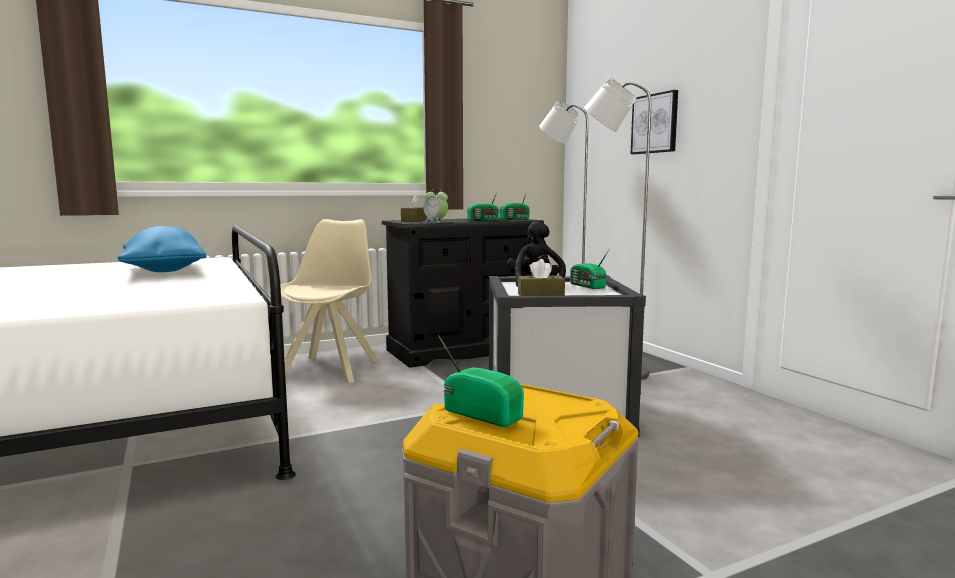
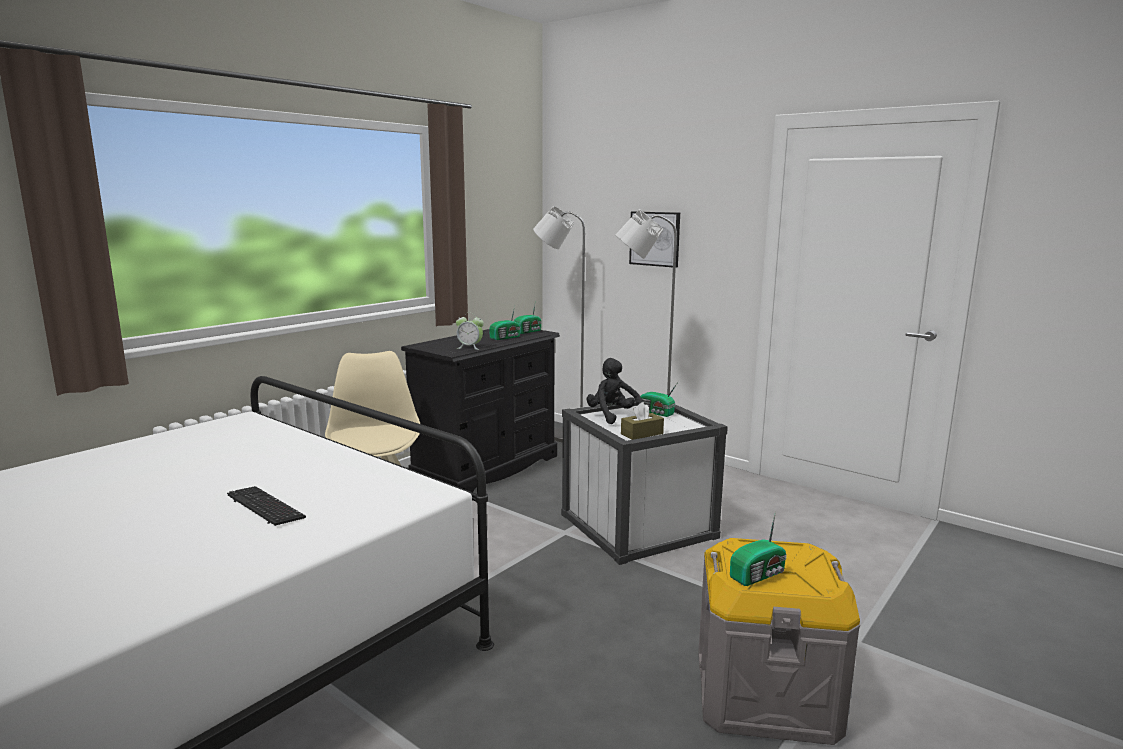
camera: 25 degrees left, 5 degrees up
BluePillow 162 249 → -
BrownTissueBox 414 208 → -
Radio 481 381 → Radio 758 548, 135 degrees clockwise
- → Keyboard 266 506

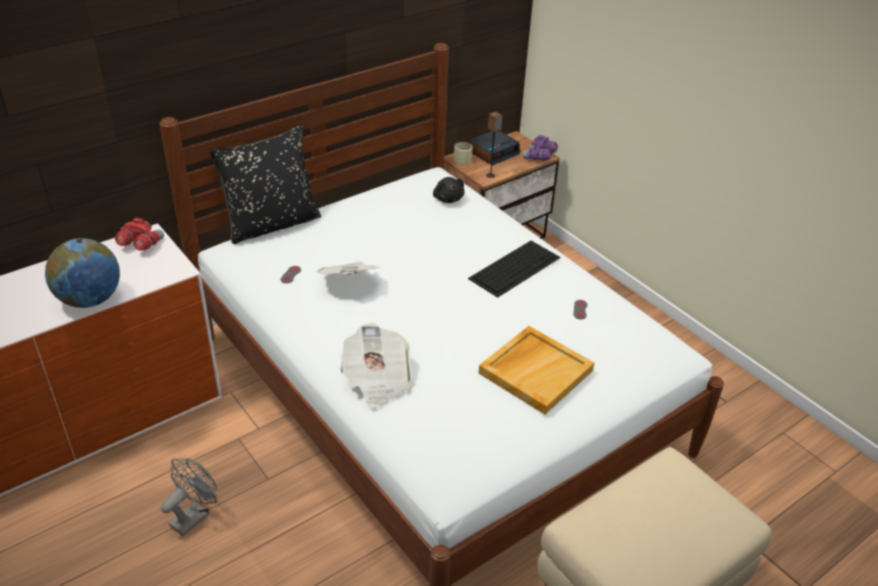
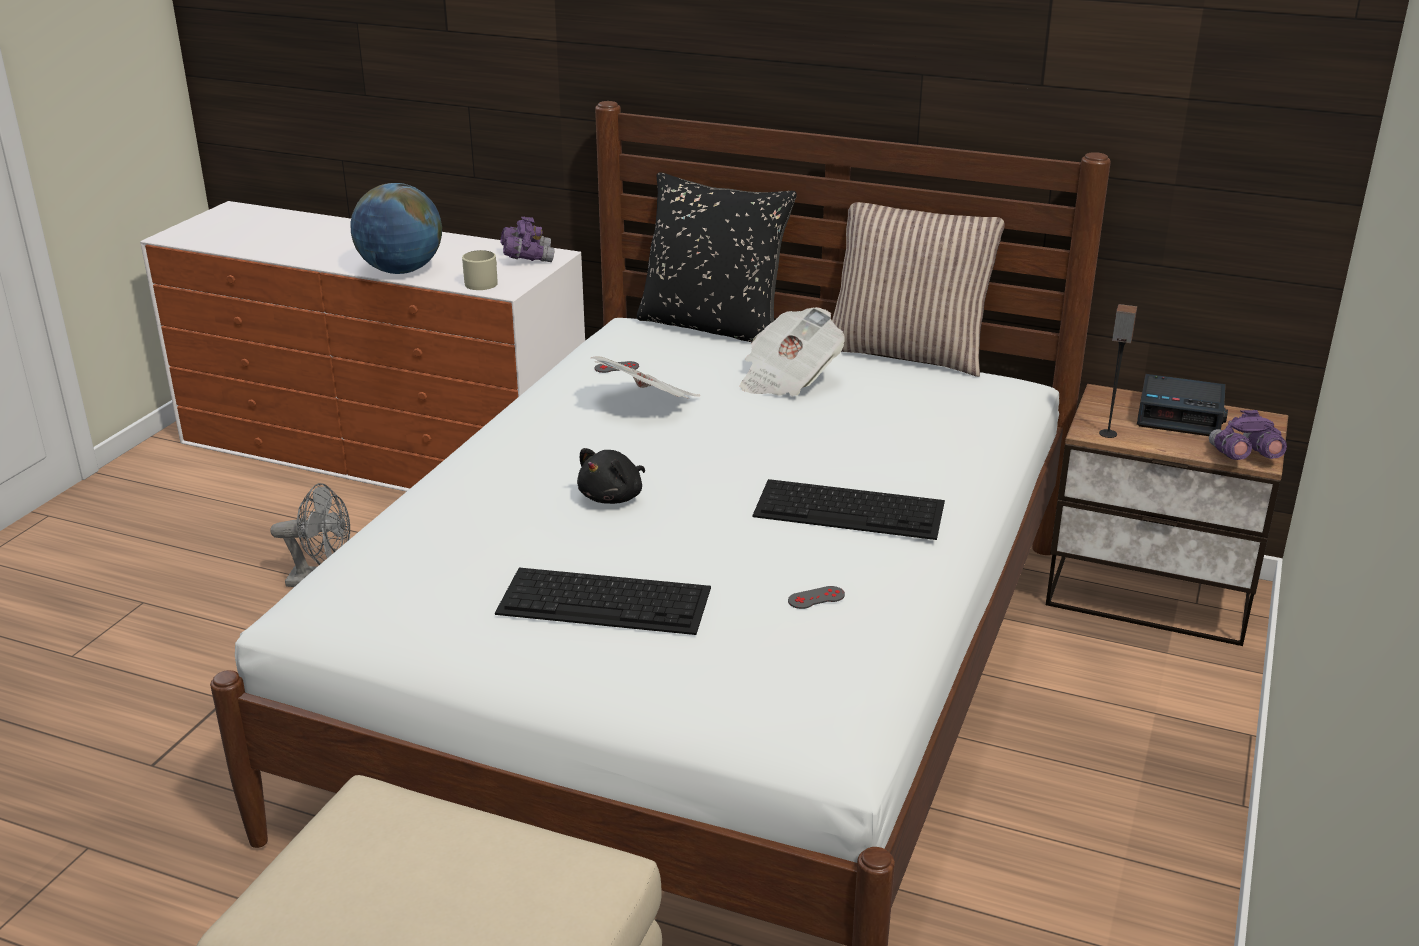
camera: 60 degrees right, 10 degrees down
RedBinoculars 139 234 → PurpleBinoculars 528 239
Newspaper 376 366 → Newspaper 792 351, relocated
BlackPlushToy 448 190 → BlackPlushToy 611 476, relocated
BeigeMug 463 153 → BeigeMug 480 270, relocated
BeigeTray 536 370 → Keyboard 603 601
- → Pillow 918 289

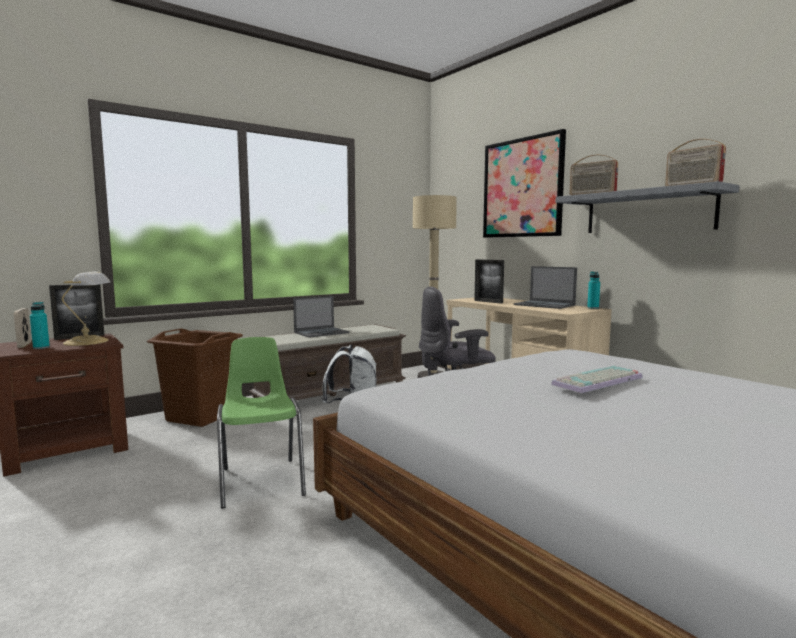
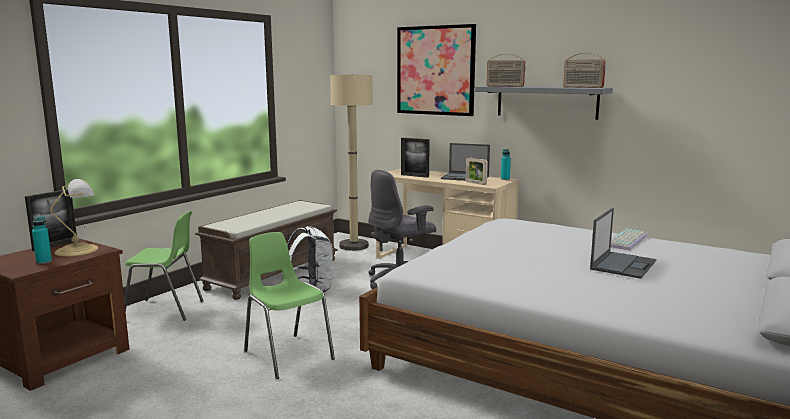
camera: 20 degrees left, 5 degrees up
PictureFrame 22 328 → PictureFrame 477 171, relocated
BrownLaundryBasket 195 377 → GreenChair 163 266
Laptop 321 317 → Laptop 623 243, relocated
Keyboard 597 379 → Keyboard 629 239, relocated

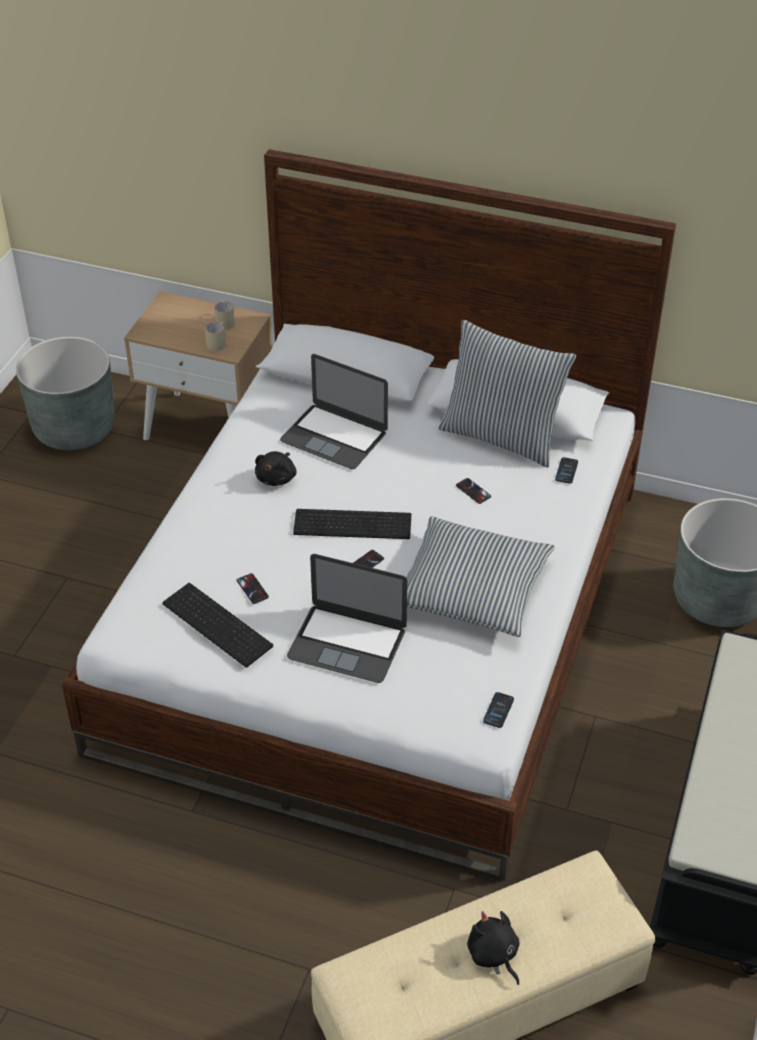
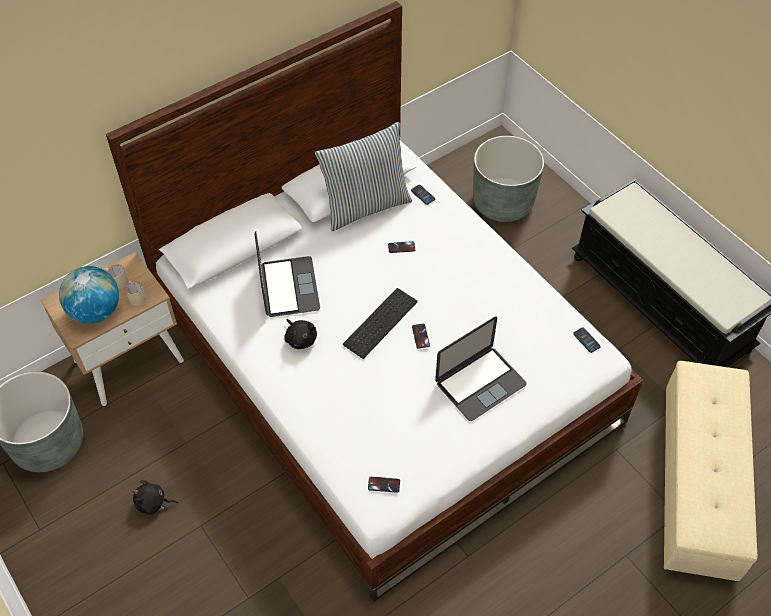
camera: 55 degrees left, 10 degrees up
Keyboard 217 625 → -
Phone 253 588 → Phone 384 485, relocated
Laptop 334 411 → Laptop 287 274, 75 degrees counterclockwise
Pillow 480 576 → -
BlackPlushToy 493 948 → BlackPlushToy 155 497, relocated
- → Globe 89 295

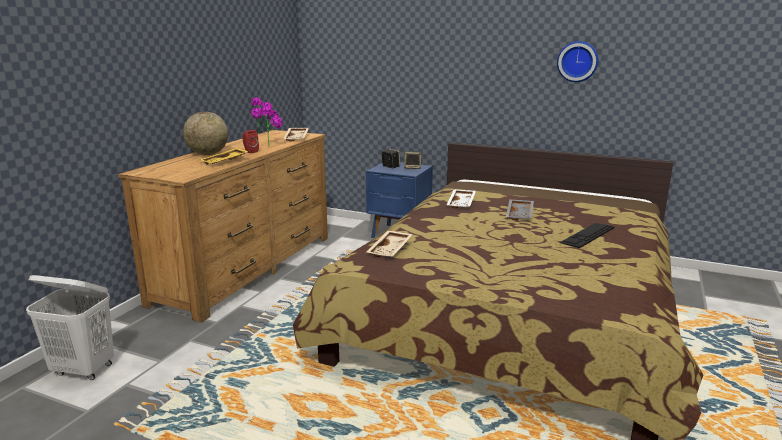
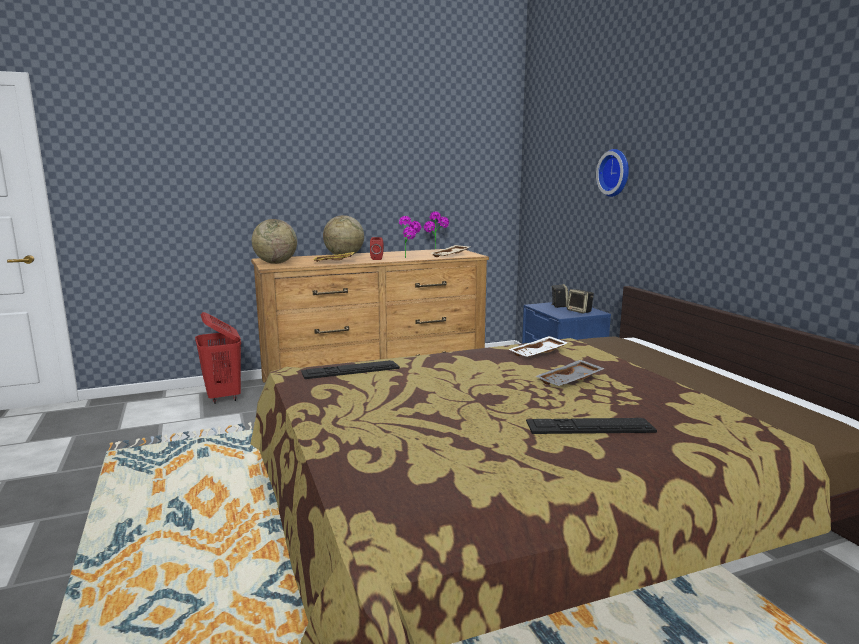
camera: 45 degrees right, 5 degrees down
WhiteLaundryBasket 70 327 → -
BeigeTray 389 243 → Keyboard 350 369
WallClock 577 61 → WallClock 612 173, relocated
- → RedLaundryBasket 218 358
- → Globe 274 241

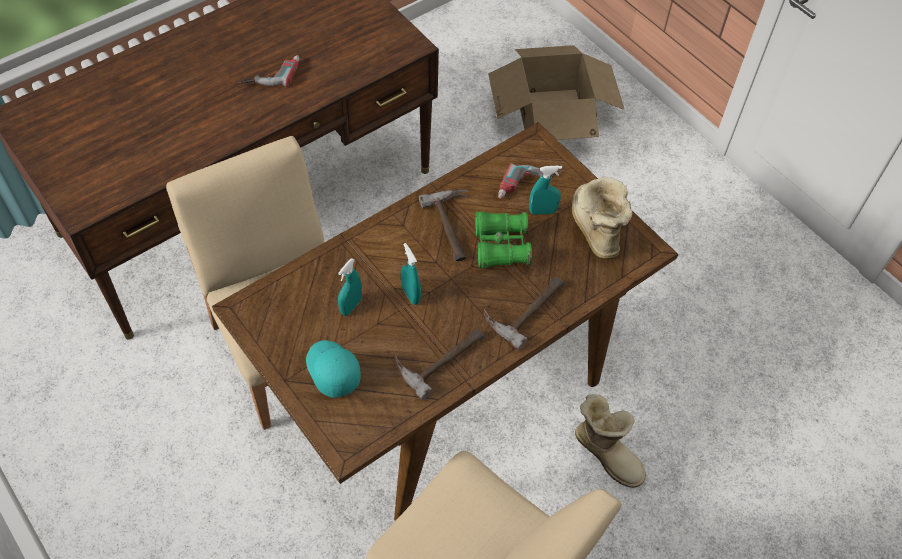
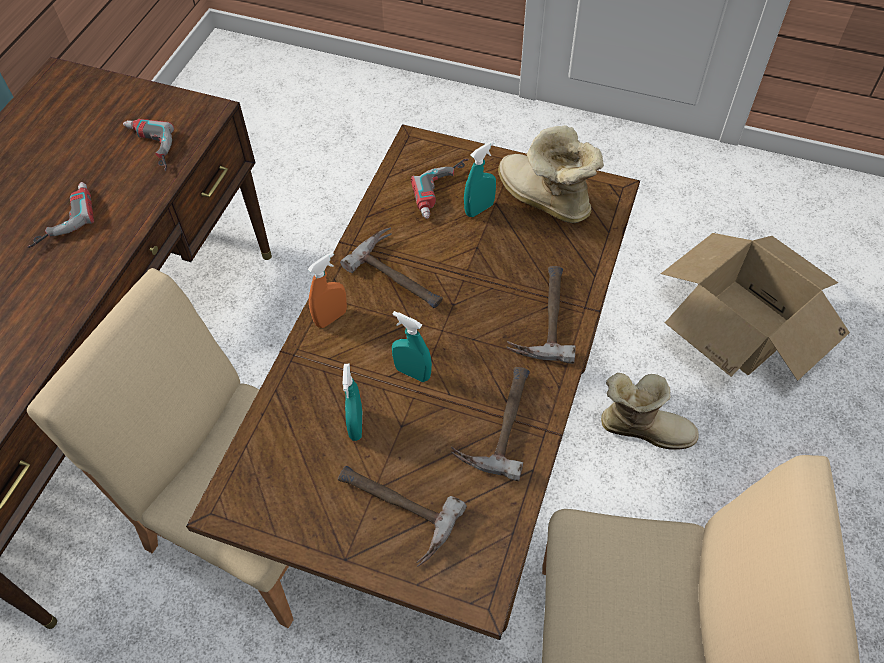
camera: 30 degrees left, 0 degrees up
TurquoiseCap 333 369 → Hammer 402 516
GreenBinoculars 503 239 → -
CardboardBox 556 92 → CardboardBox 755 307, relocated
- → PowerDrill 148 145
- → OrangeSprayBottle 327 290

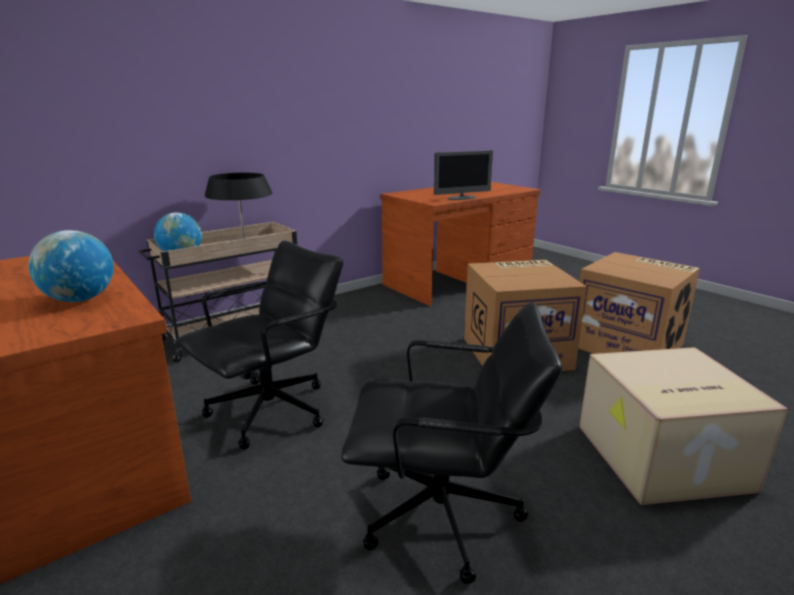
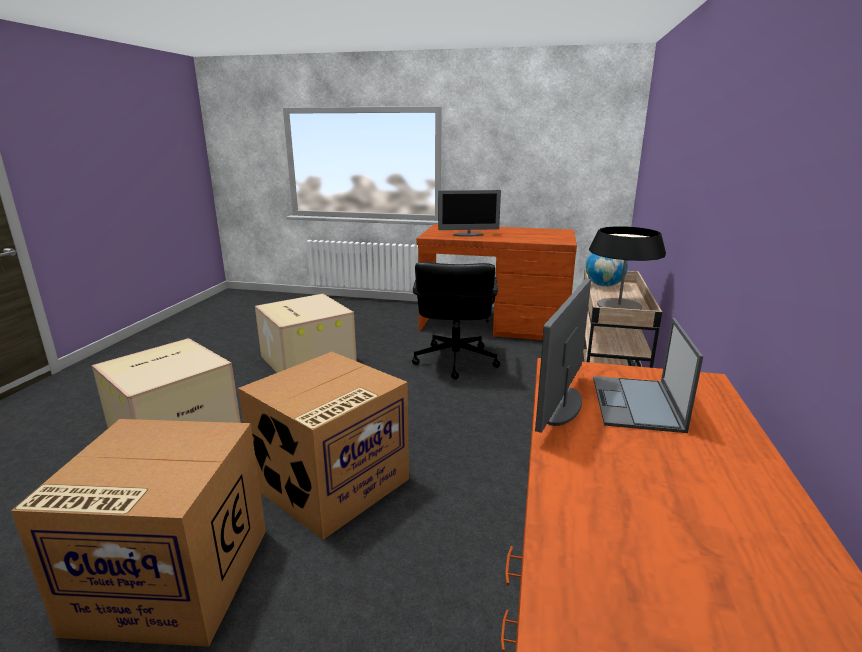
camera: 140 degrees right, 0 degrees up
Globe 71 266 → Monitor 469 213
BlackOfficeChair 451 443 → CardboardBox 306 333
- → Laptop 648 375

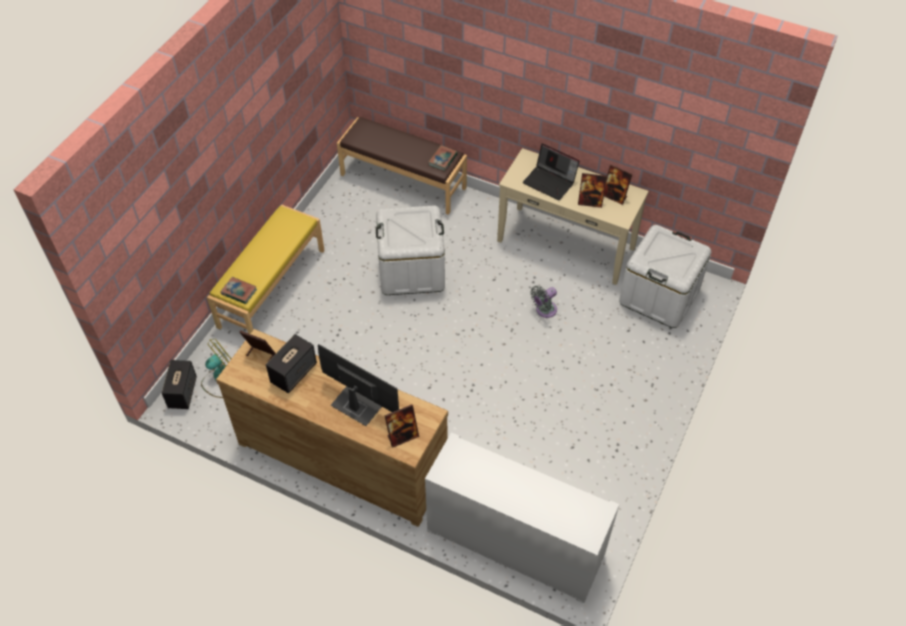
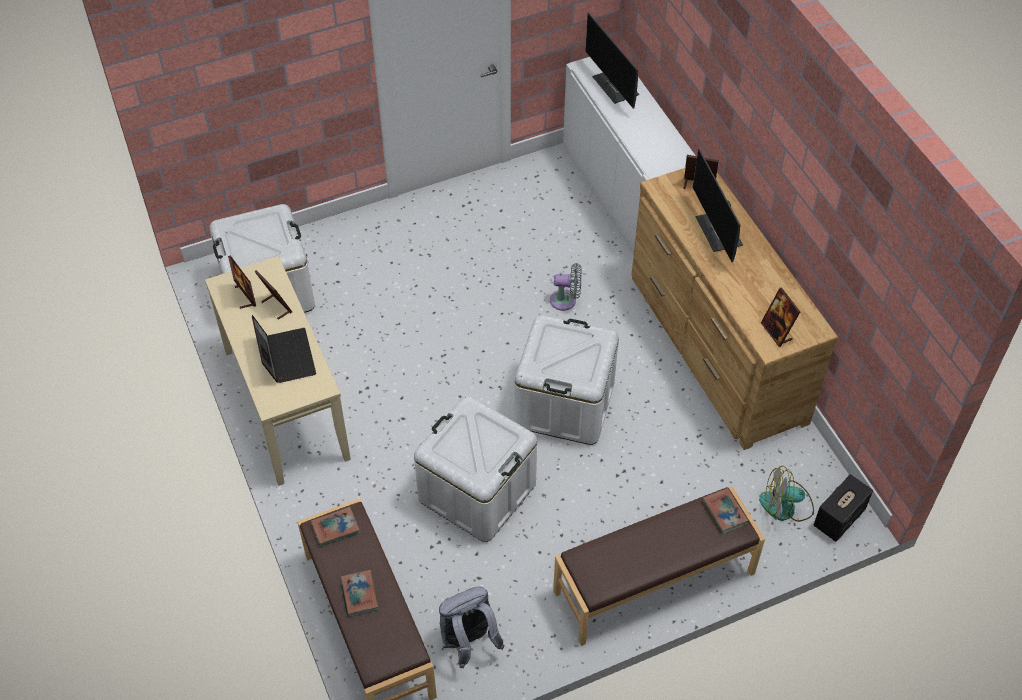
camera: 140 degrees left, 0 degrees up
YellowBench 266 269 → BrownBench 659 566
Speaker 291 363 → -
GreyFan 543 302 → GreyFan 566 287, relocated
- → Book 359 593
- → GreyBackpack 472 627
- → WhiteStorageBox 566 380
- → Monitor 612 60

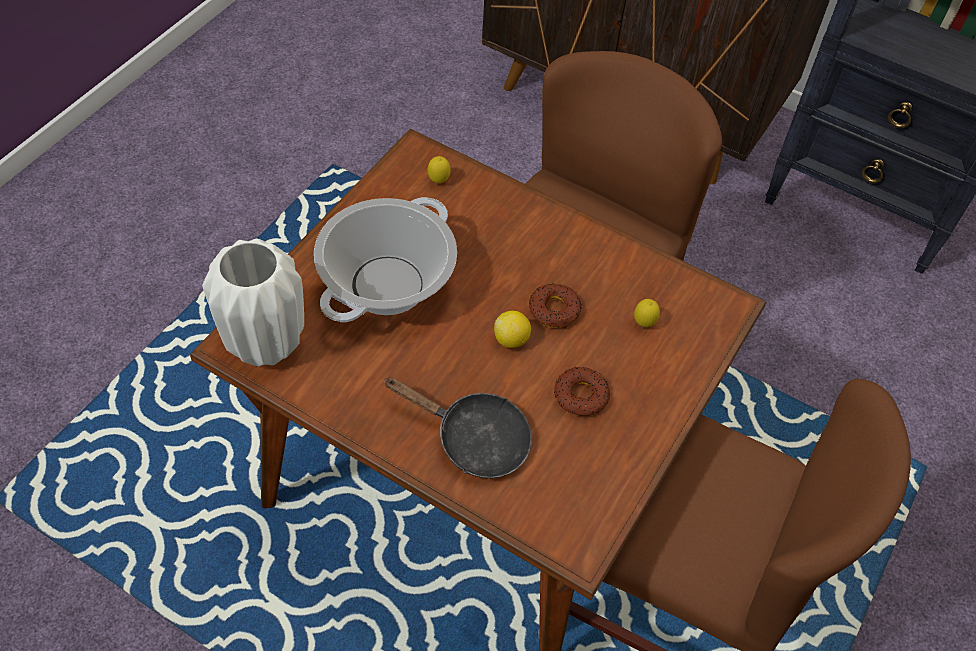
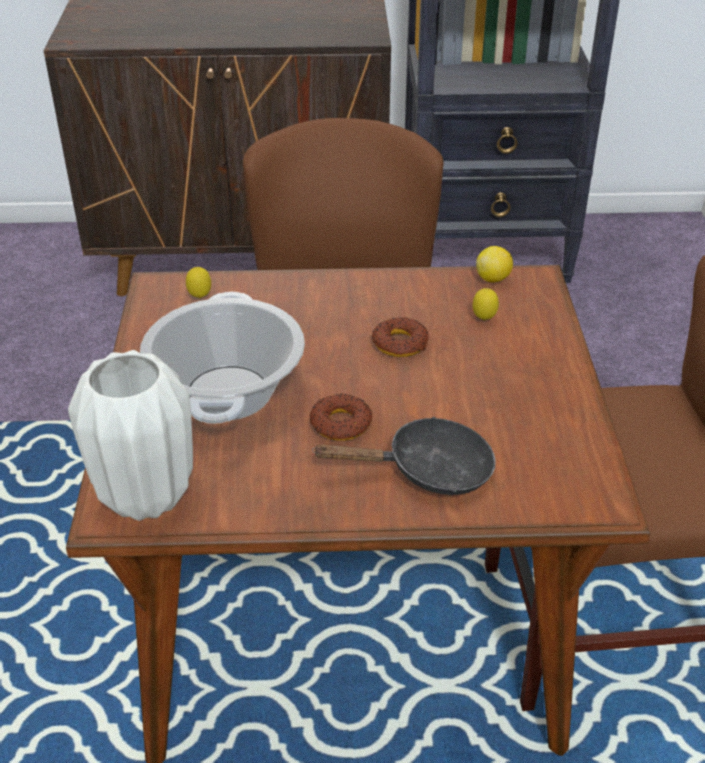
camera: 30 degrees left, 15 degrees down
Lemon 512 329 → Lemon 494 264, relocated
Donut 582 391 → Donut 340 417, relocated

